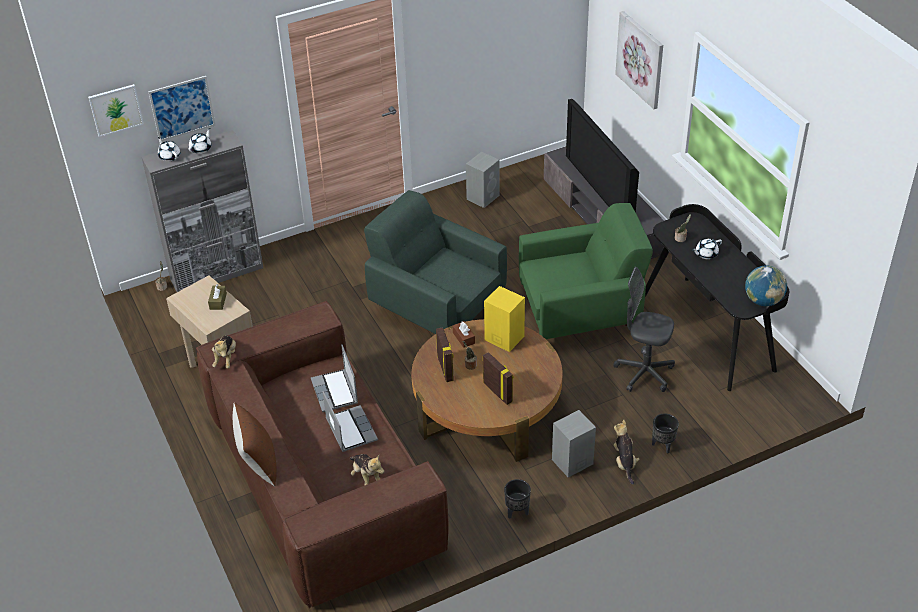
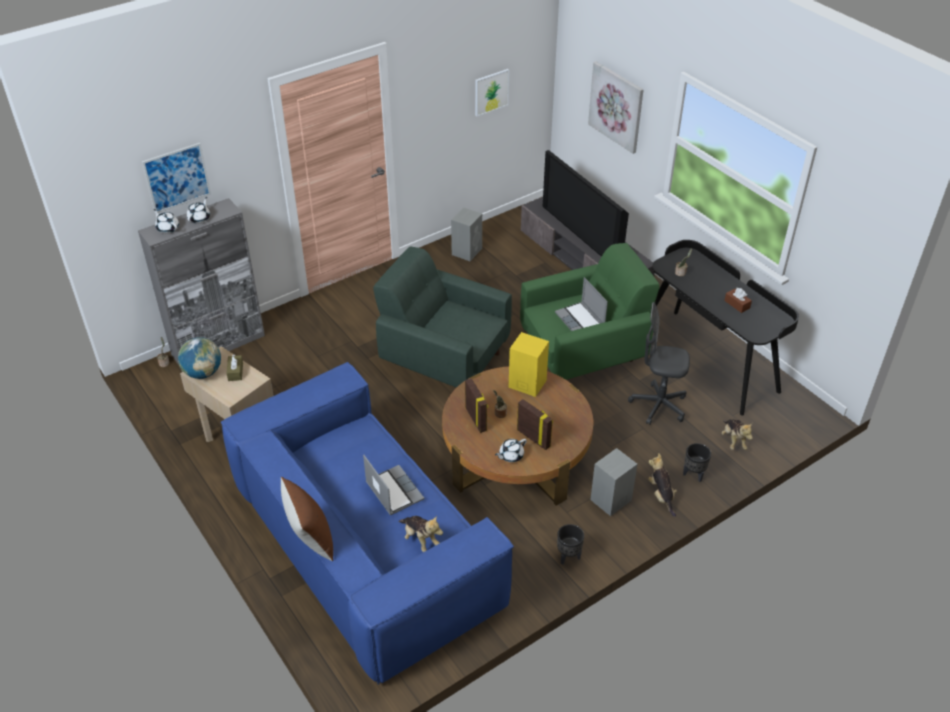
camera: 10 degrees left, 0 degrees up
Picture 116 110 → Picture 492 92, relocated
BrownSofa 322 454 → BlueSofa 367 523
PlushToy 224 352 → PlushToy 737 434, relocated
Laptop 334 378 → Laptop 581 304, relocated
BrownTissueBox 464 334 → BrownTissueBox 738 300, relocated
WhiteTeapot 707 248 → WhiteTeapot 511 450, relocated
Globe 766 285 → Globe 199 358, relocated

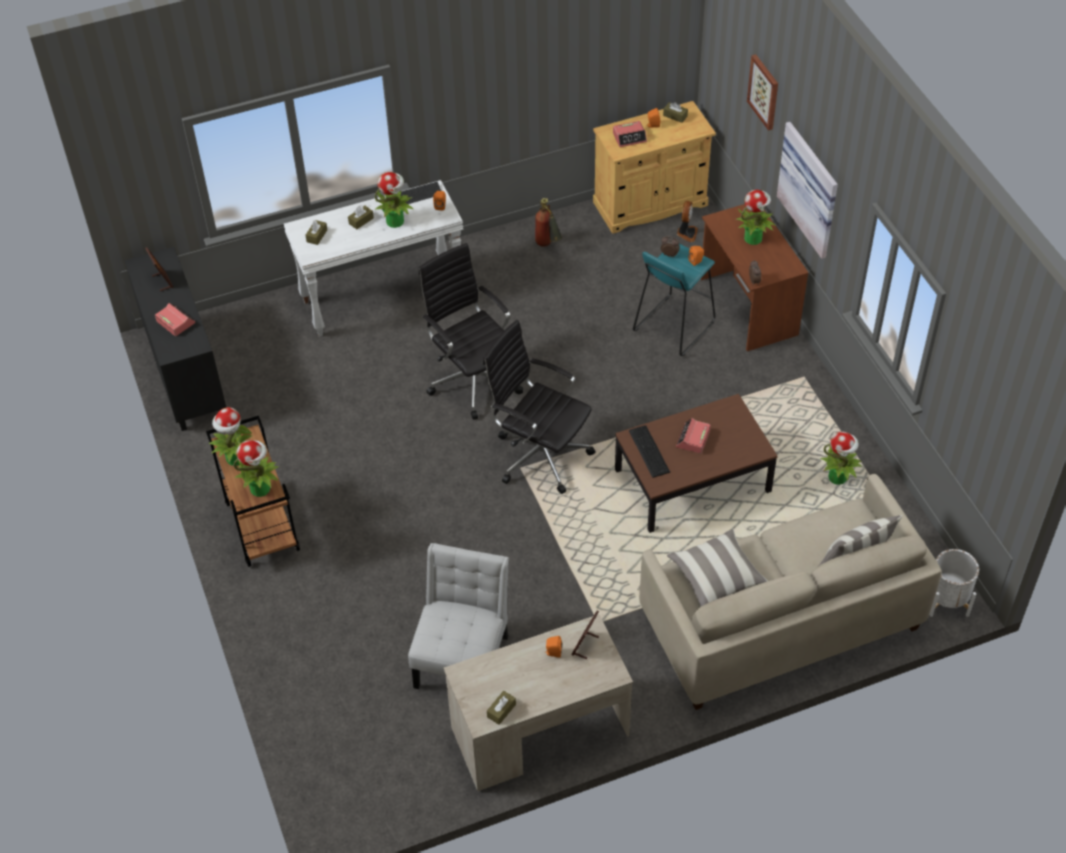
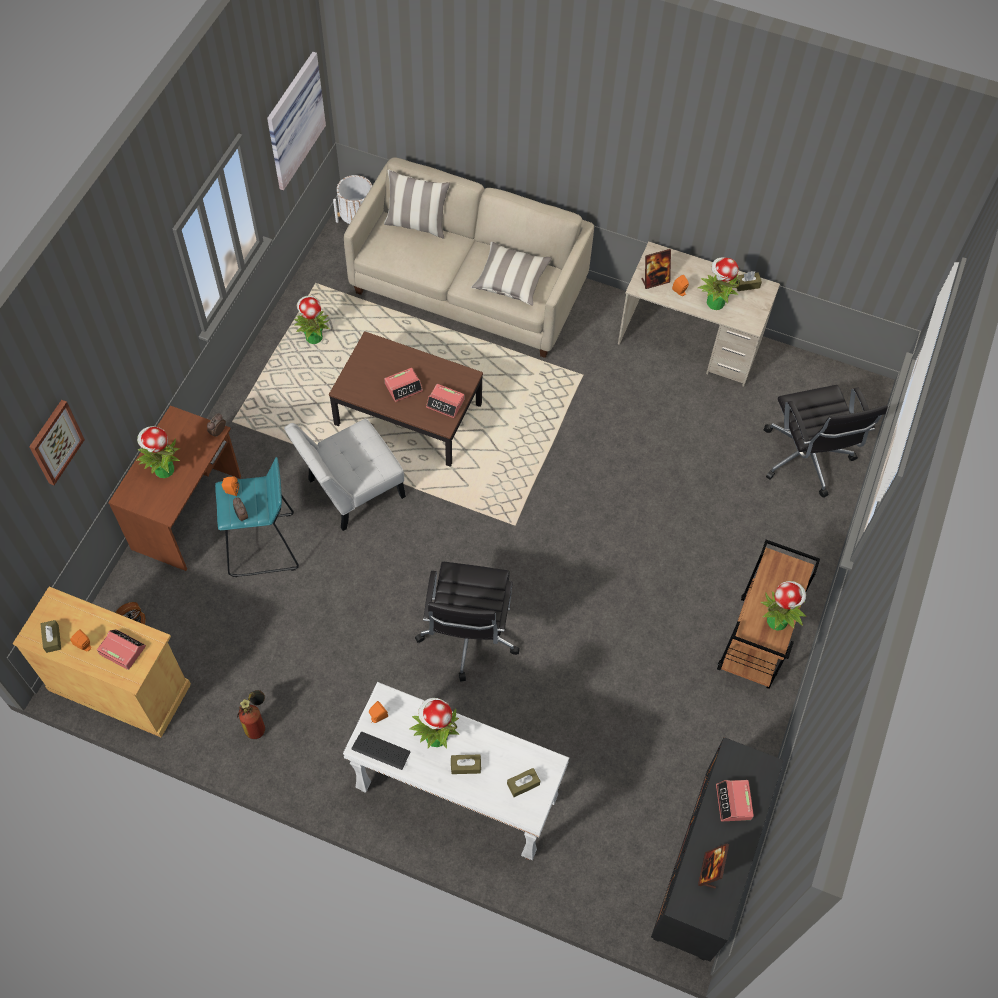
camera: 140 degrees left, 10 degrees up
PottedPlant 256 468 → PottedPlant 718 283, relocated
WhiteChair 458 616 → WhiteChair 345 475, relocated
BlackOfficeChair 539 407 → BlackOfficeChair 826 441, relocated
Keyboard 649 451 → AlarmClock 445 401
Picture 807 190 → Picture 296 121, relocated

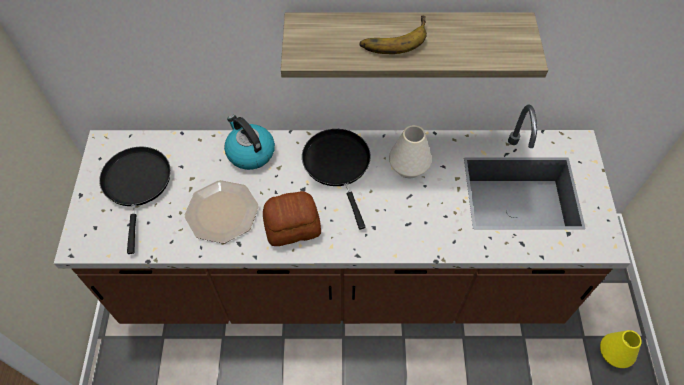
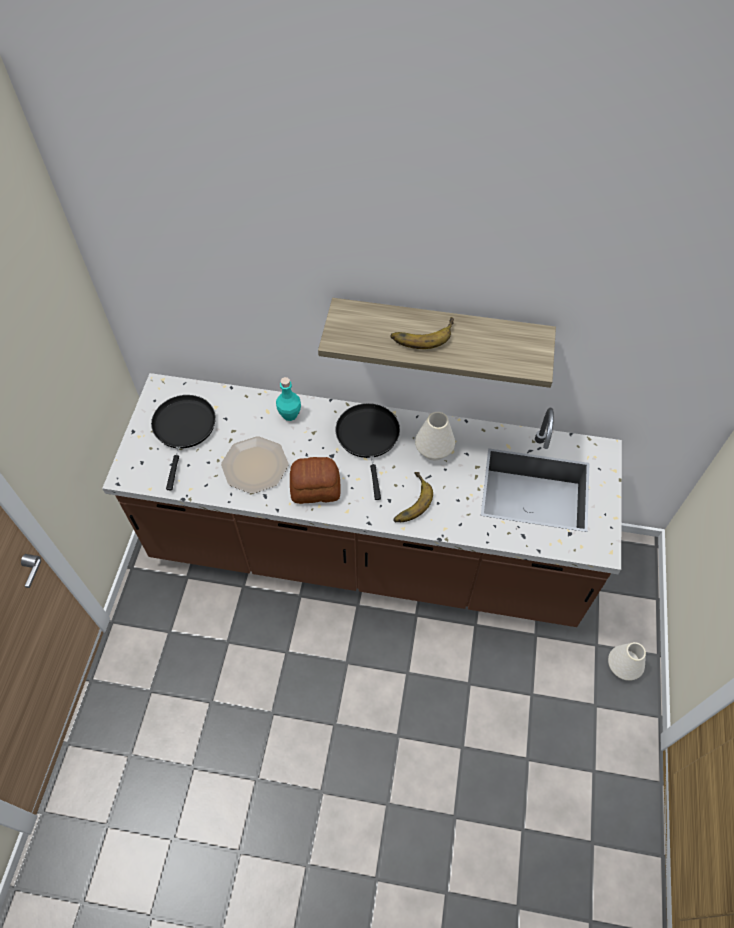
camera: 10 degrees right, 0 degrees up
Kettle 249 142 → TurquoiseBottle 288 399
YellowVase 621 349 → WhiteVase 627 661
- → Banana 413 497

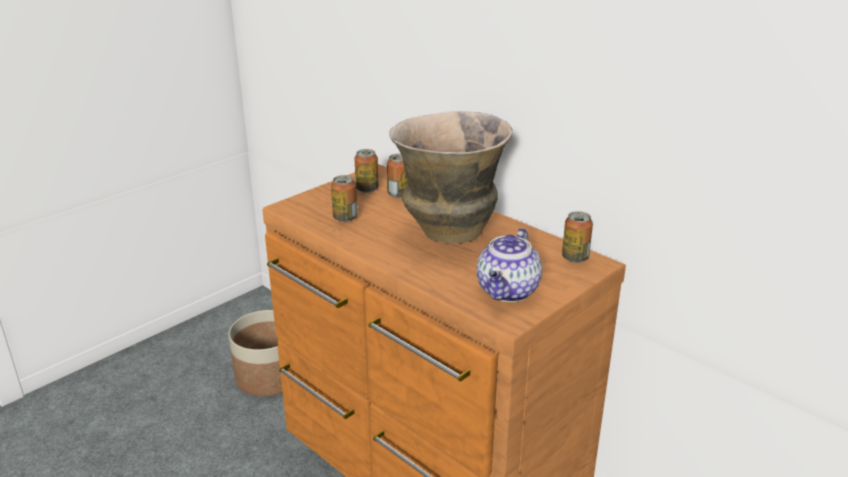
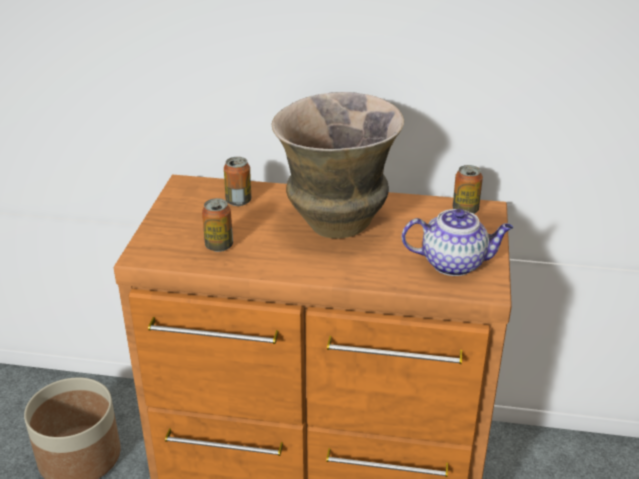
camera: 35 degrees left, 5 degrees up
Can 366 171 → -
Teapot 509 265 → Teapot 457 242, 75 degrees counterclockwise

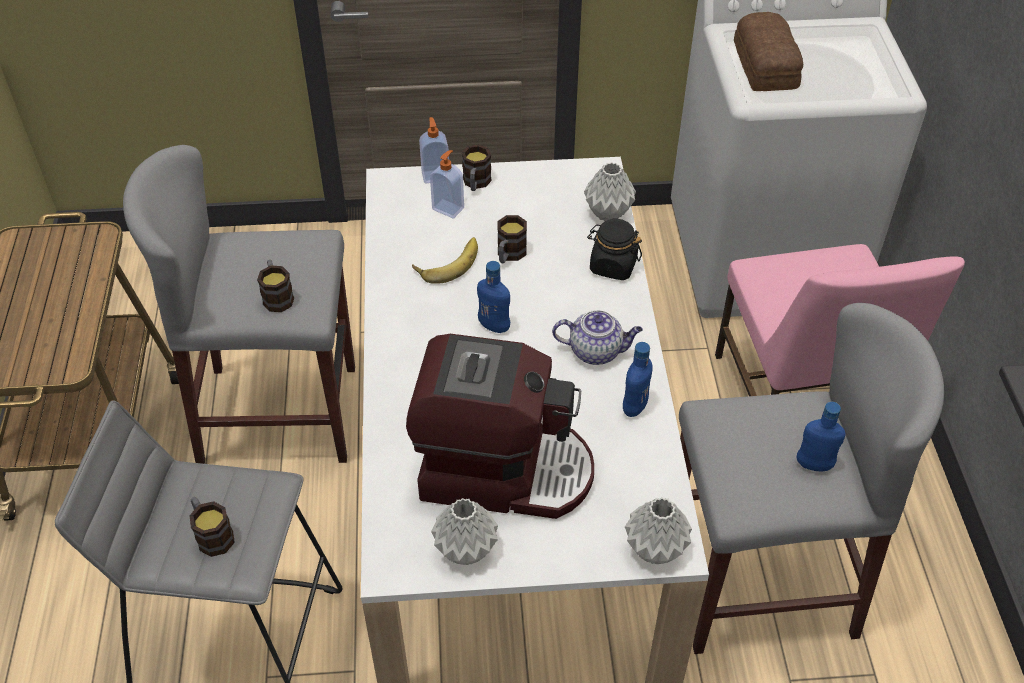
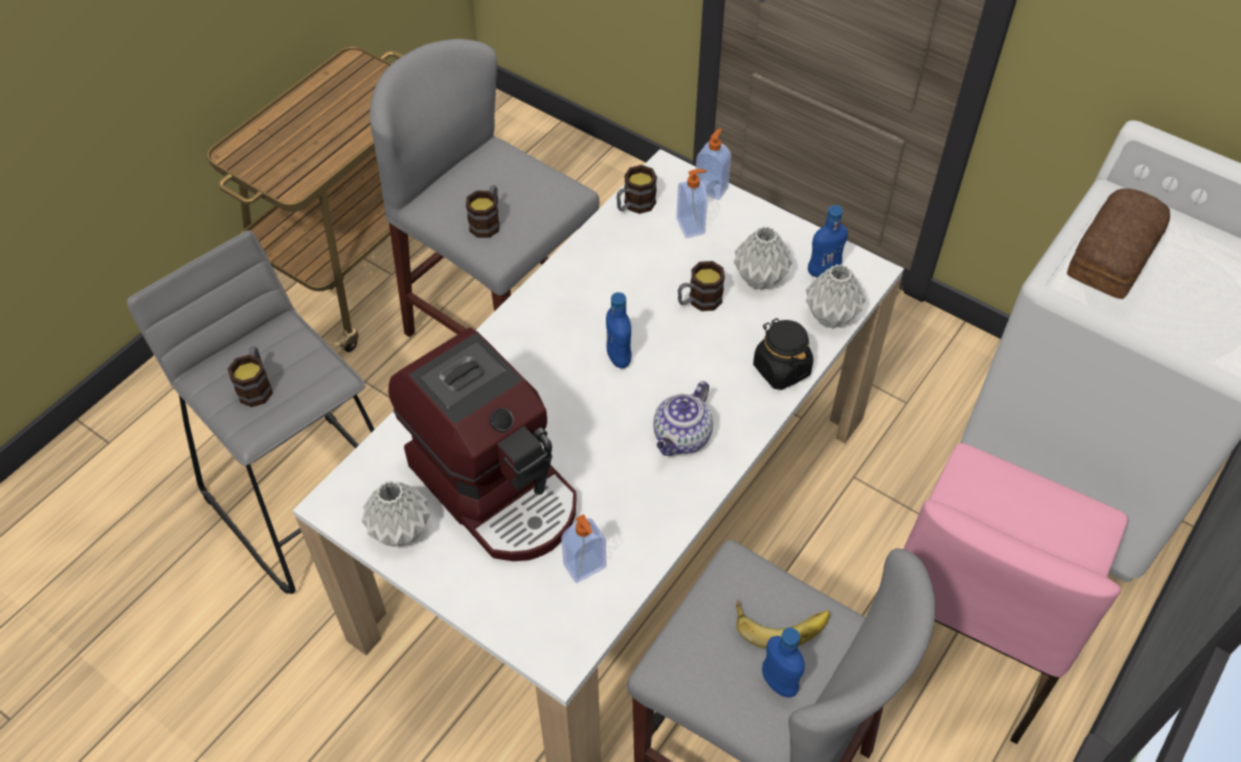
camera: 40 degrees right, 5 degrees up
Banana 445 260 → Banana 783 624, relocated
Mug 477 167 → Mug 637 189, relocated
Teapot 597 337 → Teapot 683 418, 75 degrees clockwise
BlueBottle 638 379 → BlueBottle 828 241, relocated
GreyVase 658 530 → GreyVase 763 258, relocated
- → SoapDispenser 583 548

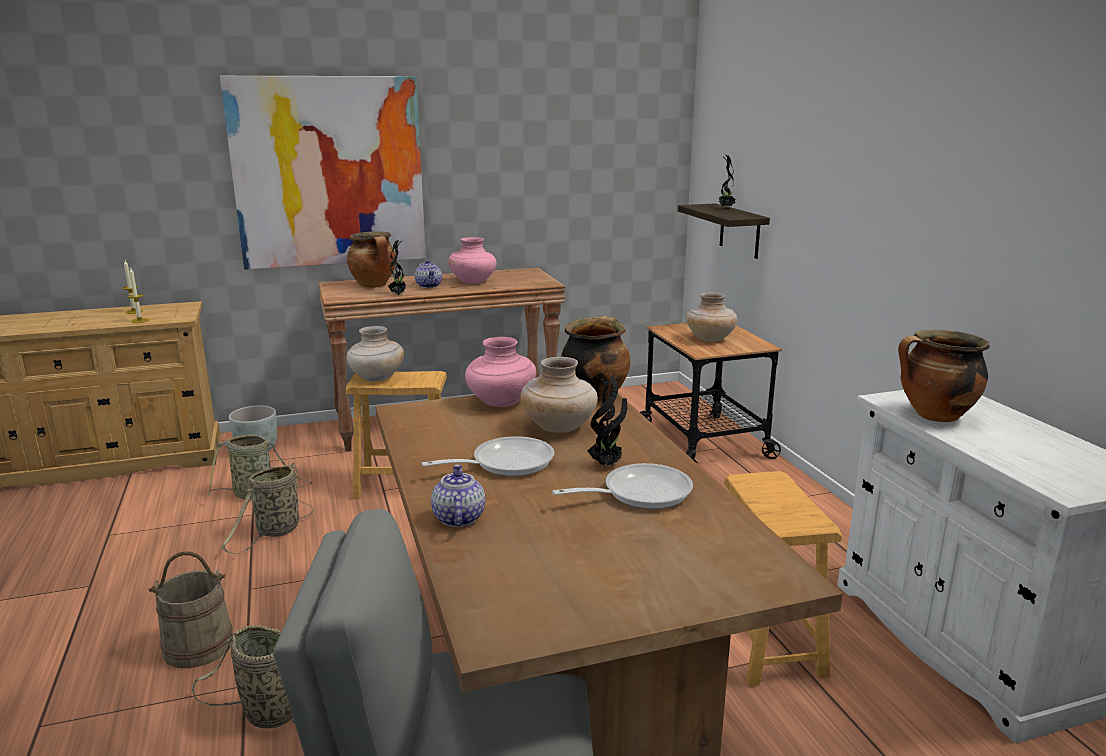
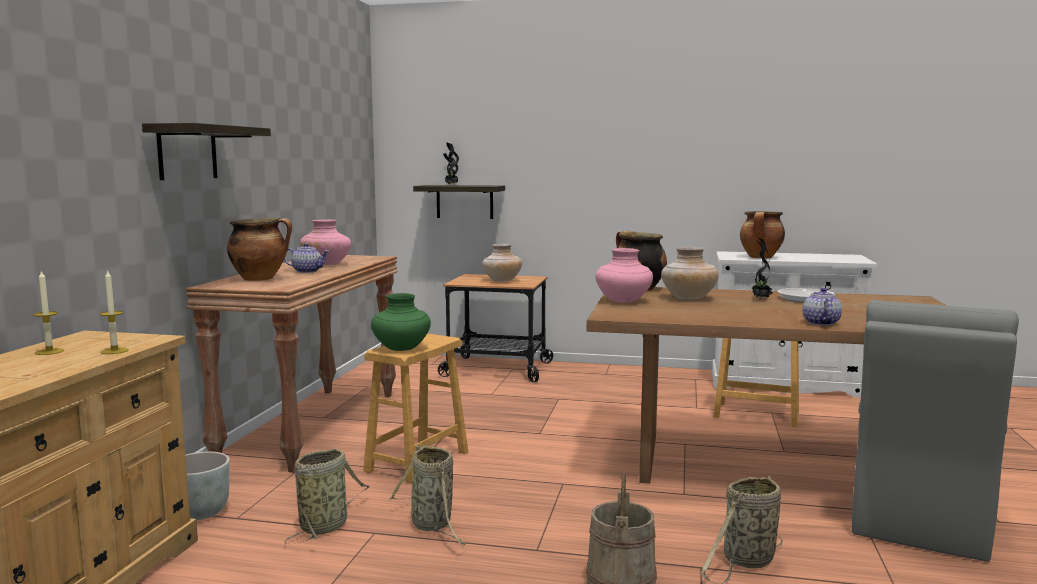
camera: 60 degrees left, 10 degrees down
Picture 323 173 → Shelf 206 151
BeigeVase 375 353 → GreenVase 401 322
PottedPlant 397 267 → -
FryingPan 487 456 → -
Teapot 458 496 → Teapot 822 307, 75 degrees clockwise

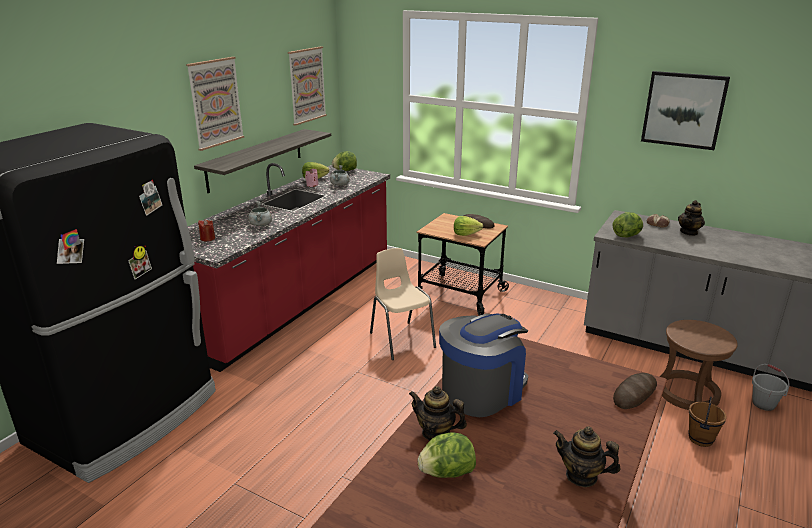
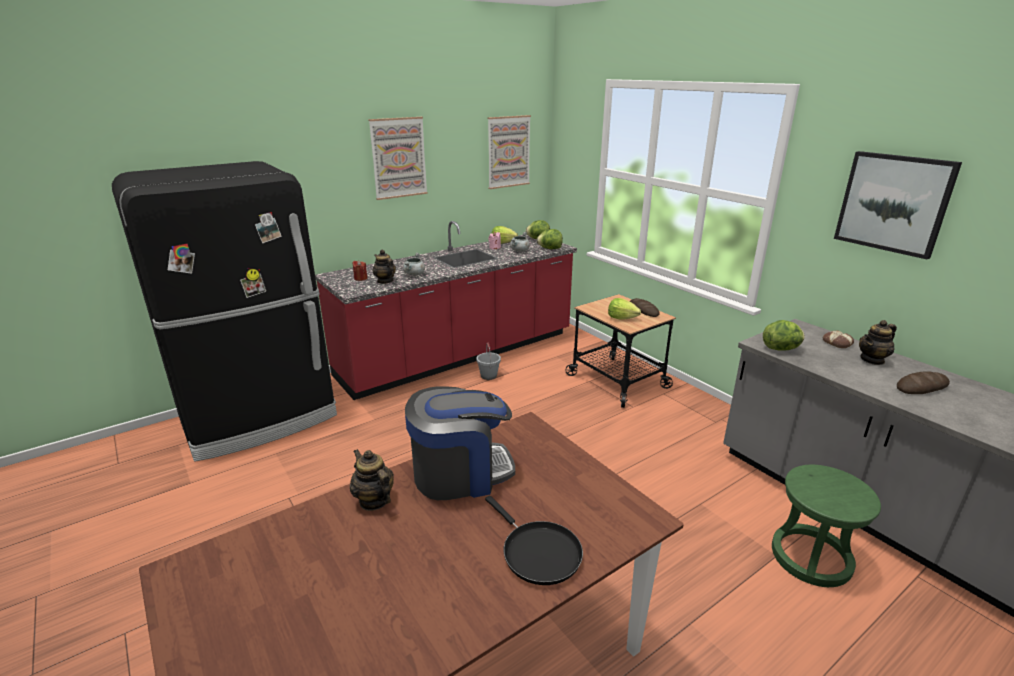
camera: 25 degrees right, 0 degrees up
Shelf 262 161 → -
BeigeChair 403 304 → -
Lettuce 447 455 → Lettuce 550 239, relocated
Teapot 586 456 → Teapot 384 267, relocated
Bread 635 391 → Bread 923 382, relocated
BrownStool 699 365 → GreenStool 826 526
BrownBucket 708 422 → -
GreyBucket 771 387 → GreyBucket 489 361, relocated
- → BlackFryingPan 534 540

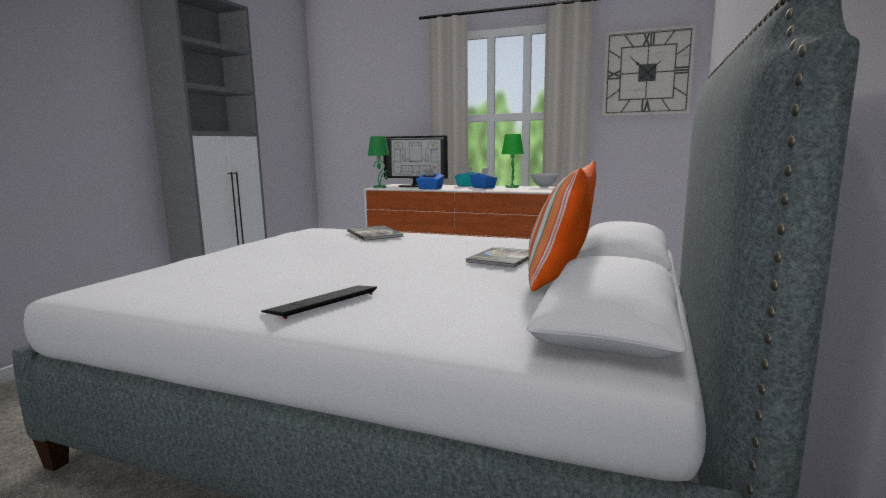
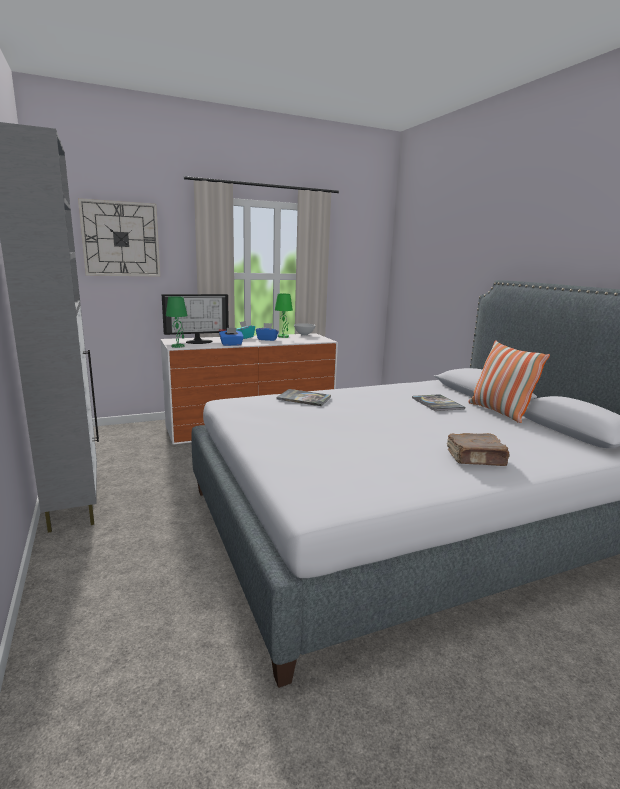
camera: 45 degrees left, 5 degrees up
Keyboard 319 302 → BrownBook 478 449
WallClock 649 70 → WallClock 119 237, relocated

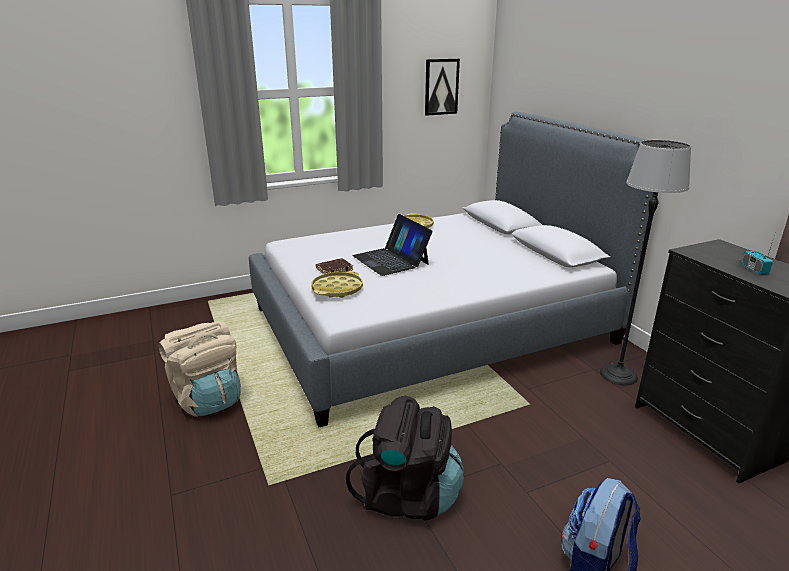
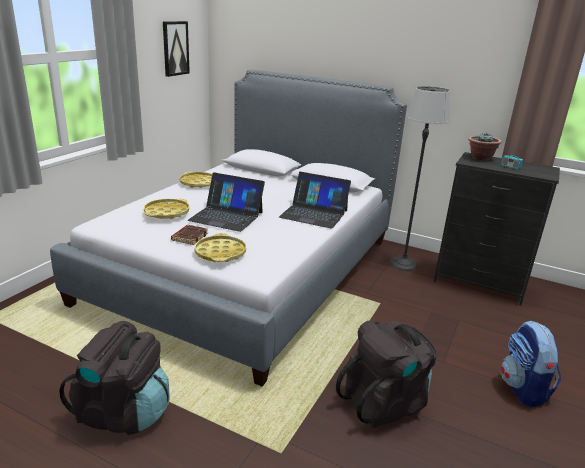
camera: 40 degrees left, 0 degrees up
BeigeBackpack 199 369 → BlackBackpack 114 378
- → YellowTray 166 209
- → Laptop 315 200
- → PottedPlant 485 146

